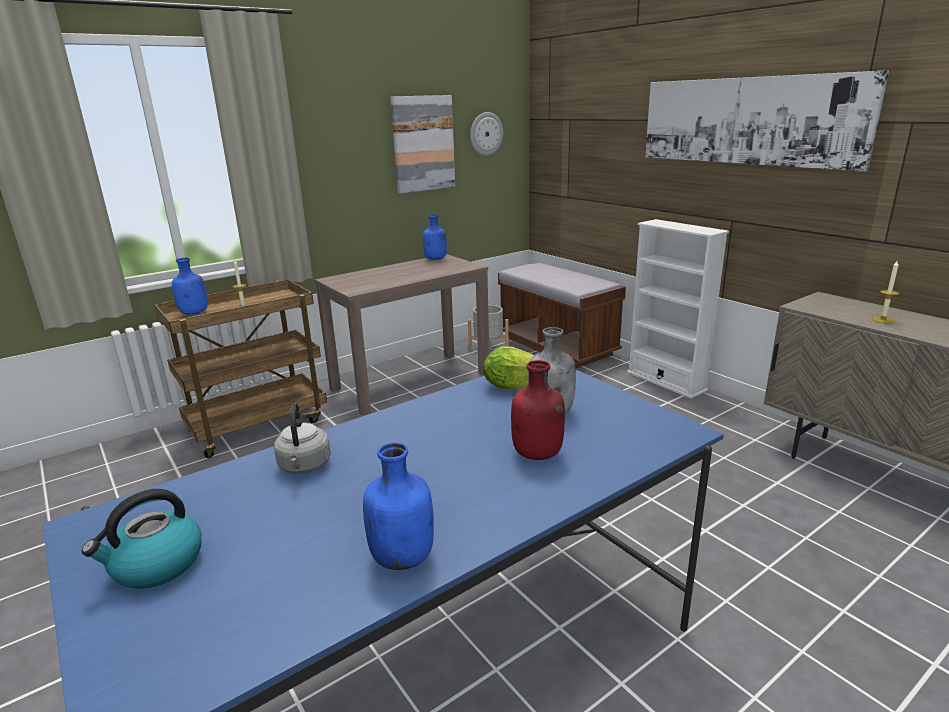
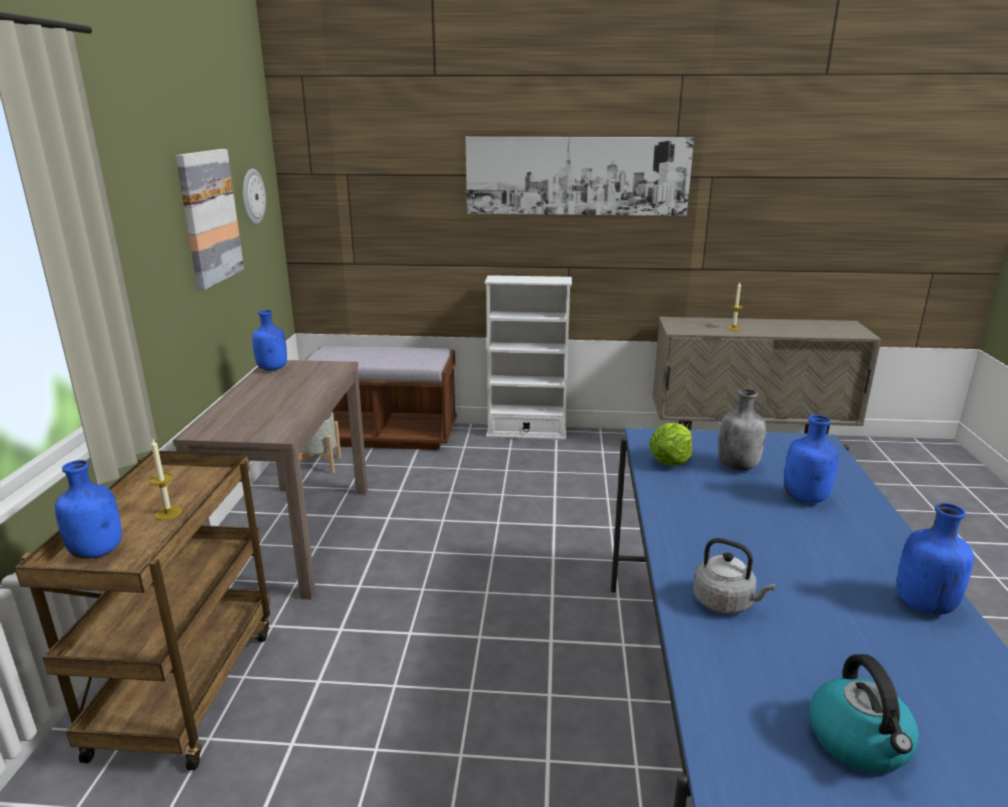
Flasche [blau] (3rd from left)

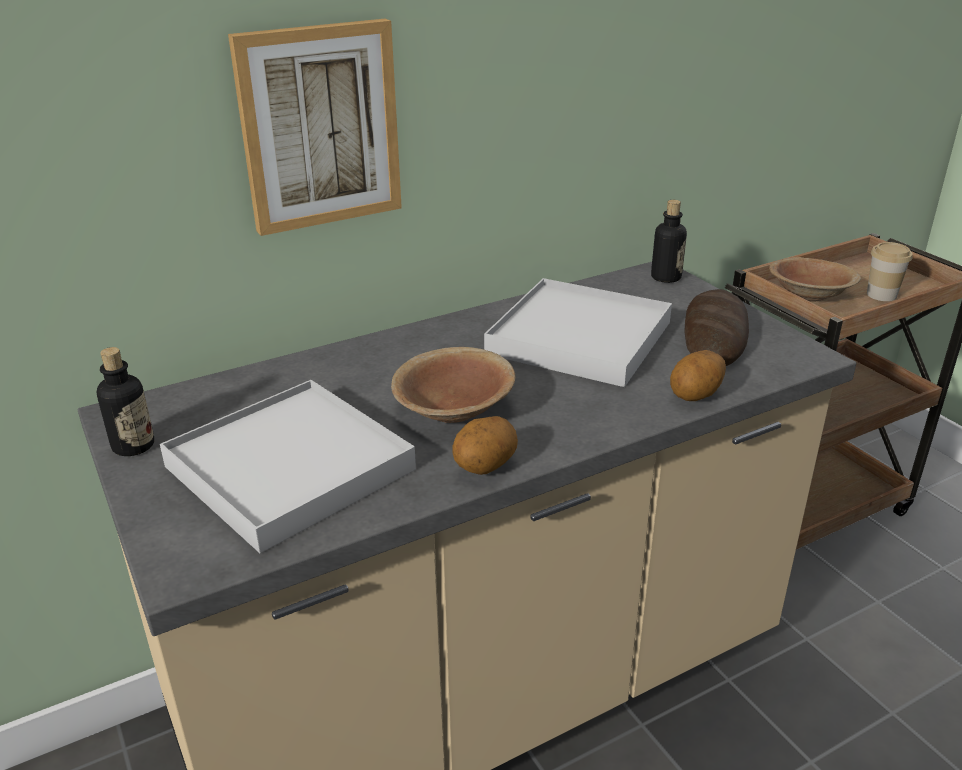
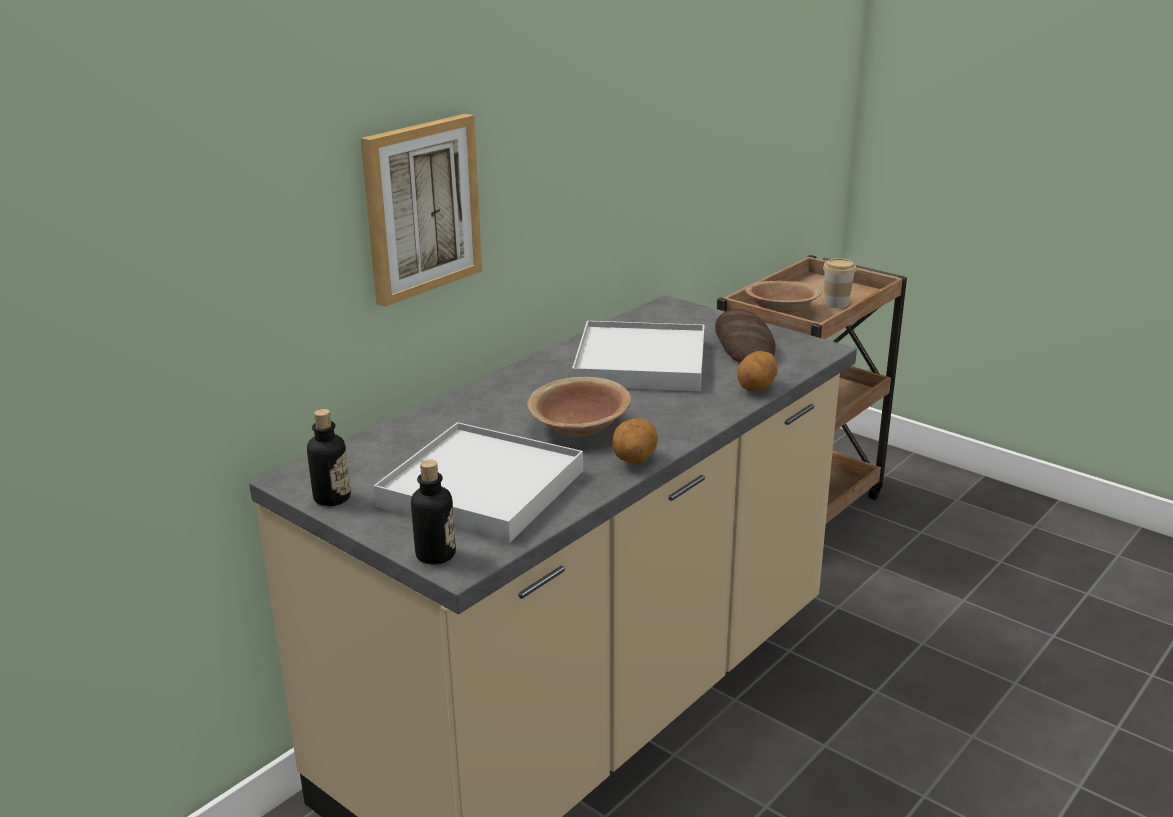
Flasche (2nd from left)

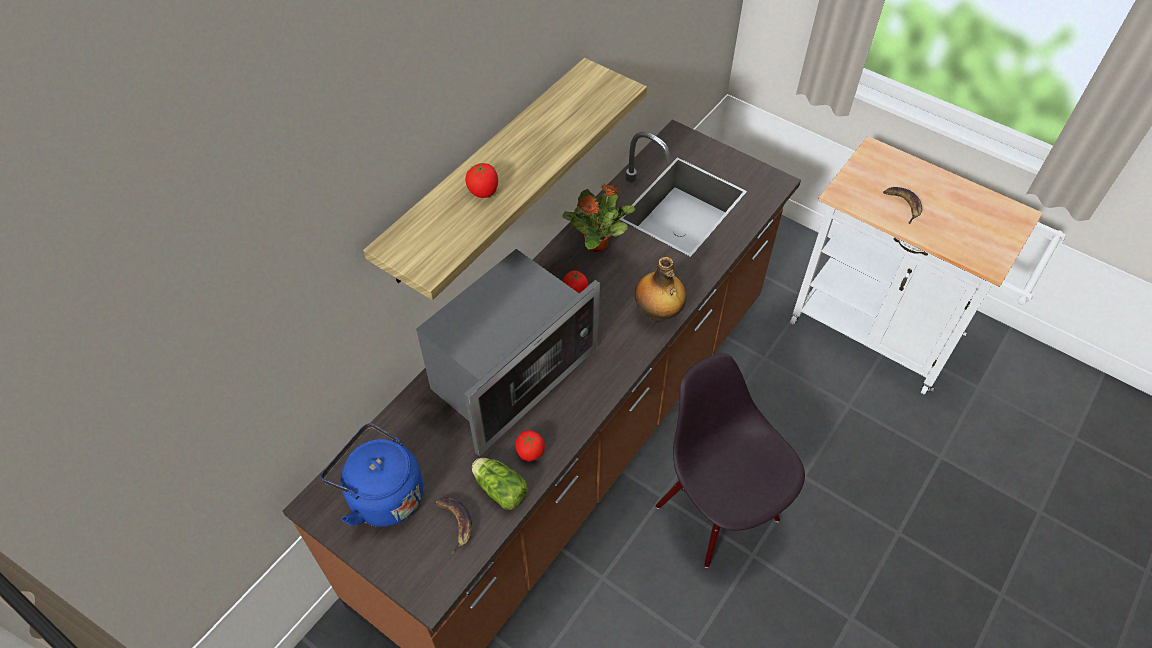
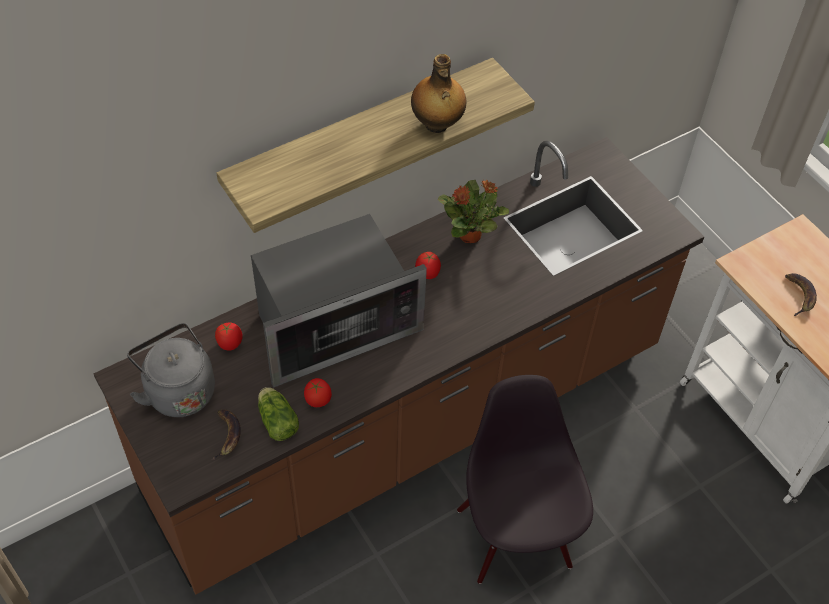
Wasserkessel [grau]
Tomate (1st from left)
Flasche

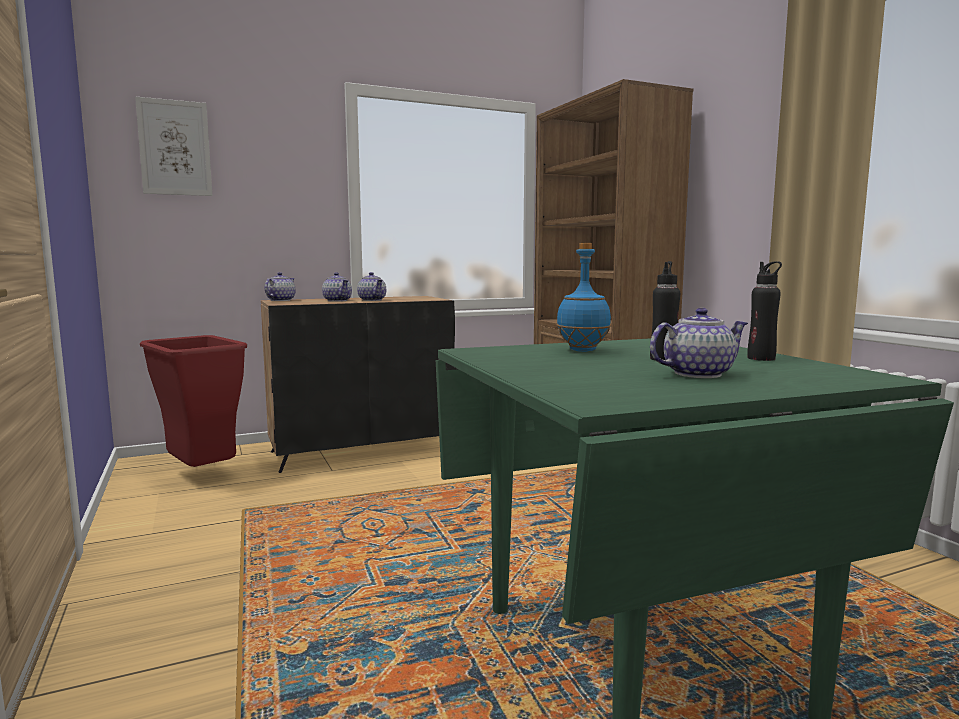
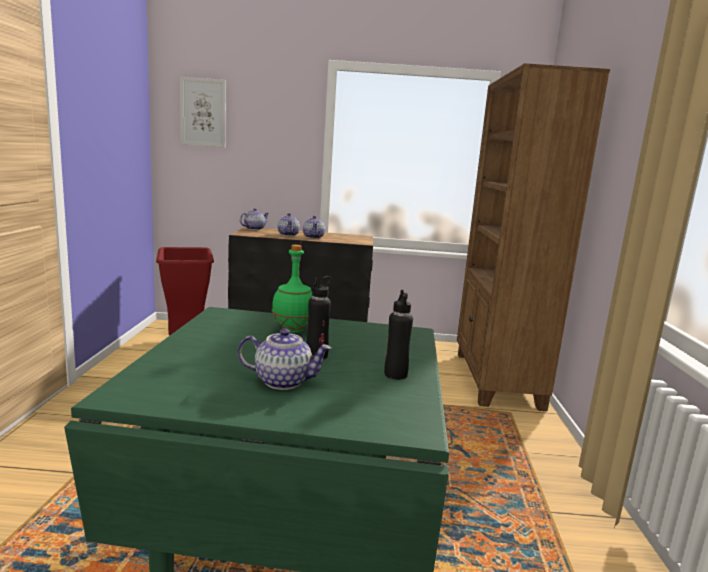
Flasche [grün]

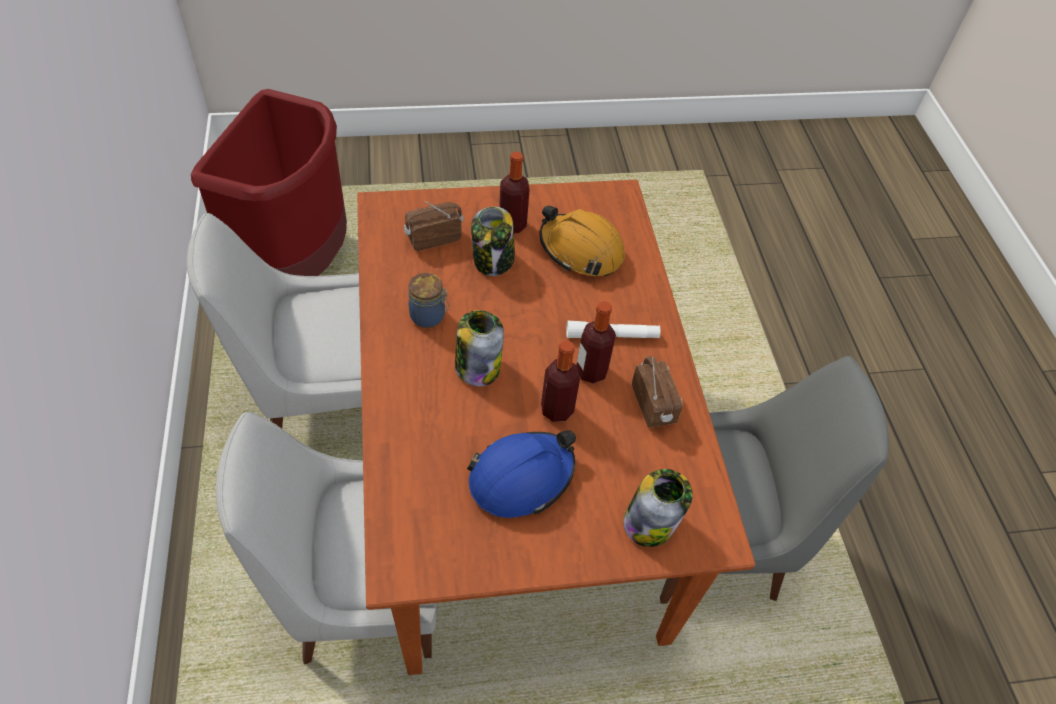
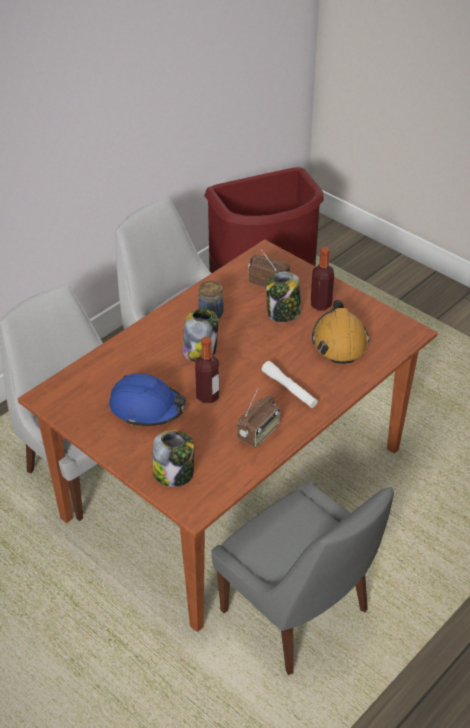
Flasche (3rd from left in the first image)

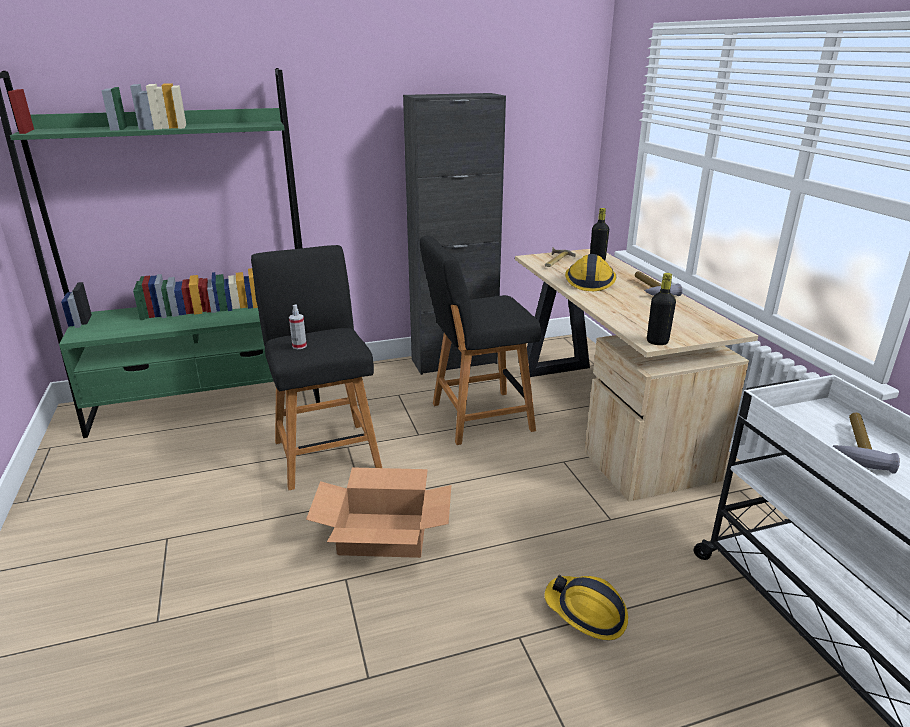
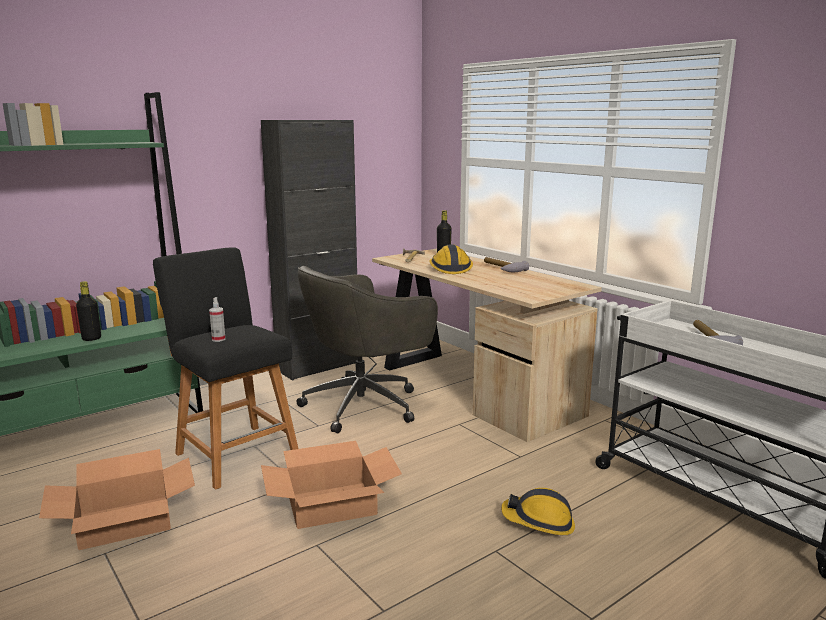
Bürostuhl [grau]
Flasche [schwarz] (1st from left)
Karton (1st from left)

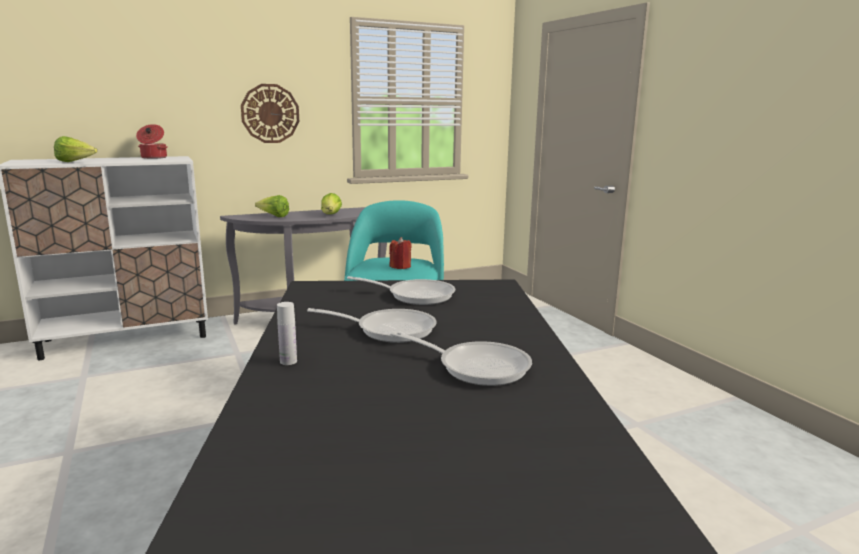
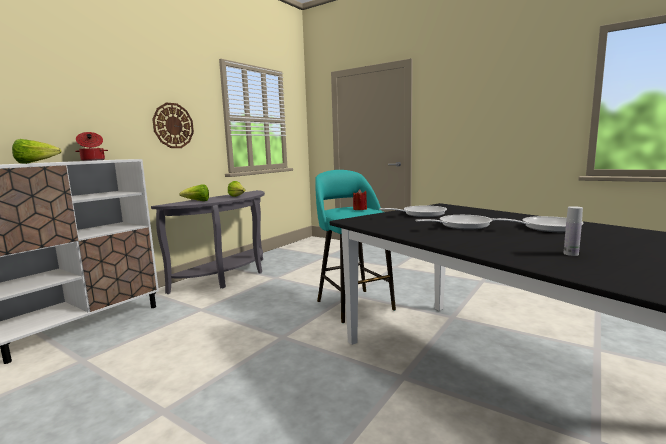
Flasche [weiß]

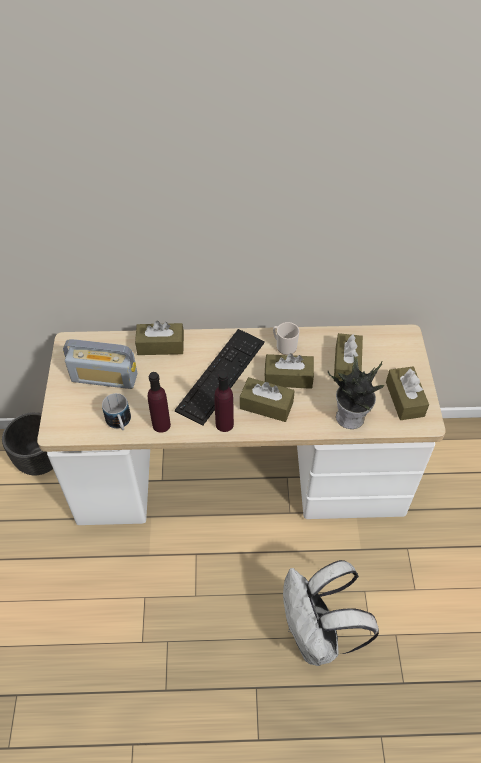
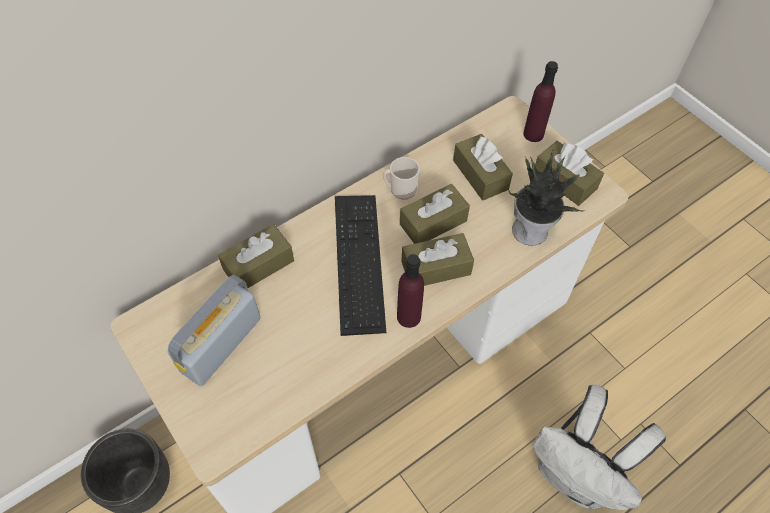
Radio
Henkelbecher (1st from left in the first image)
Flasche [lila] (2nd from left)

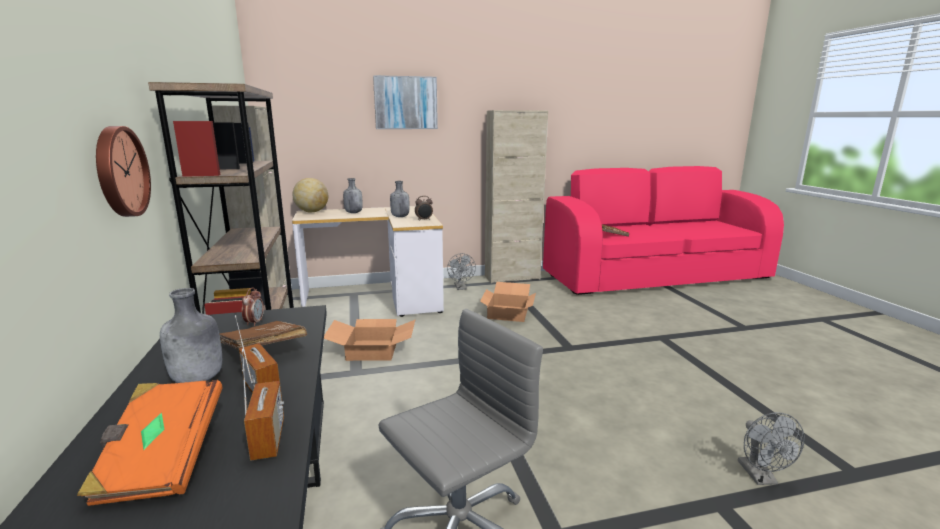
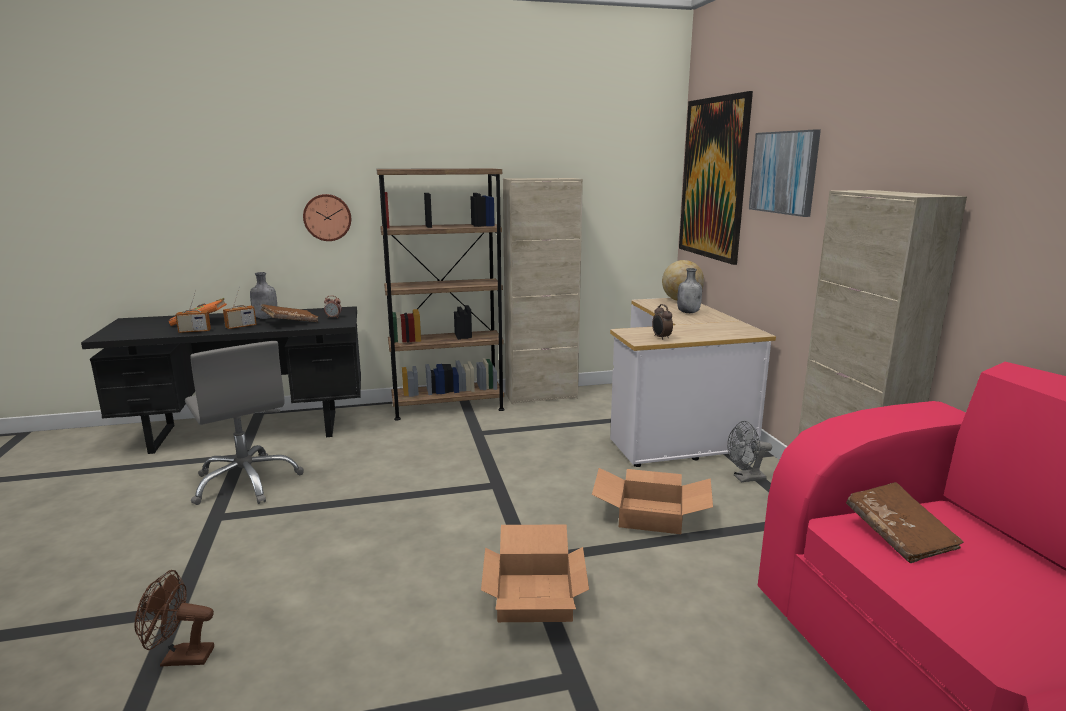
Karton (1st from left)
Flasche [grau] (3rd from left in the first image)
Ventilator [braun]
Bild (1st from left)

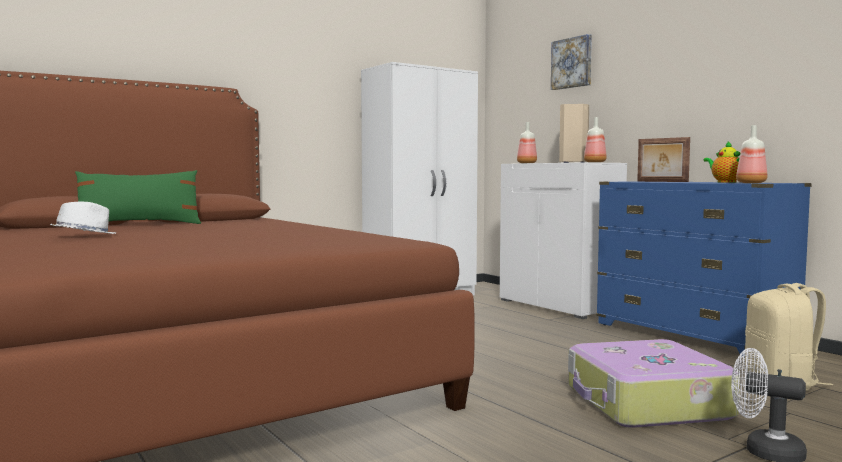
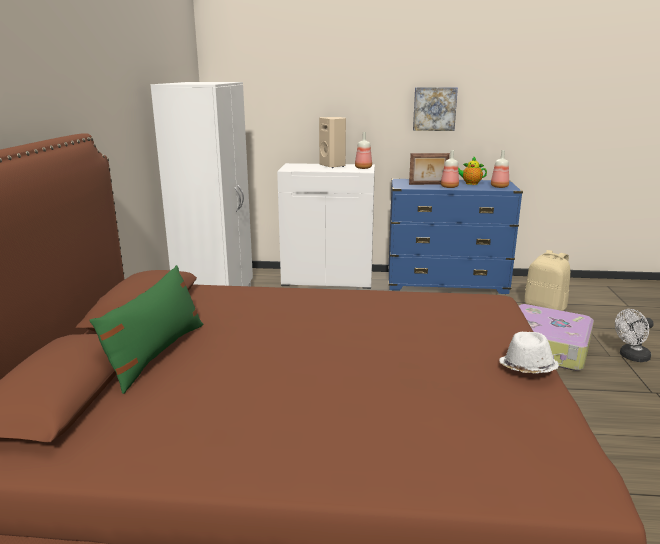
Hut [weiß]
Flasche (2nd from left)
Bild

